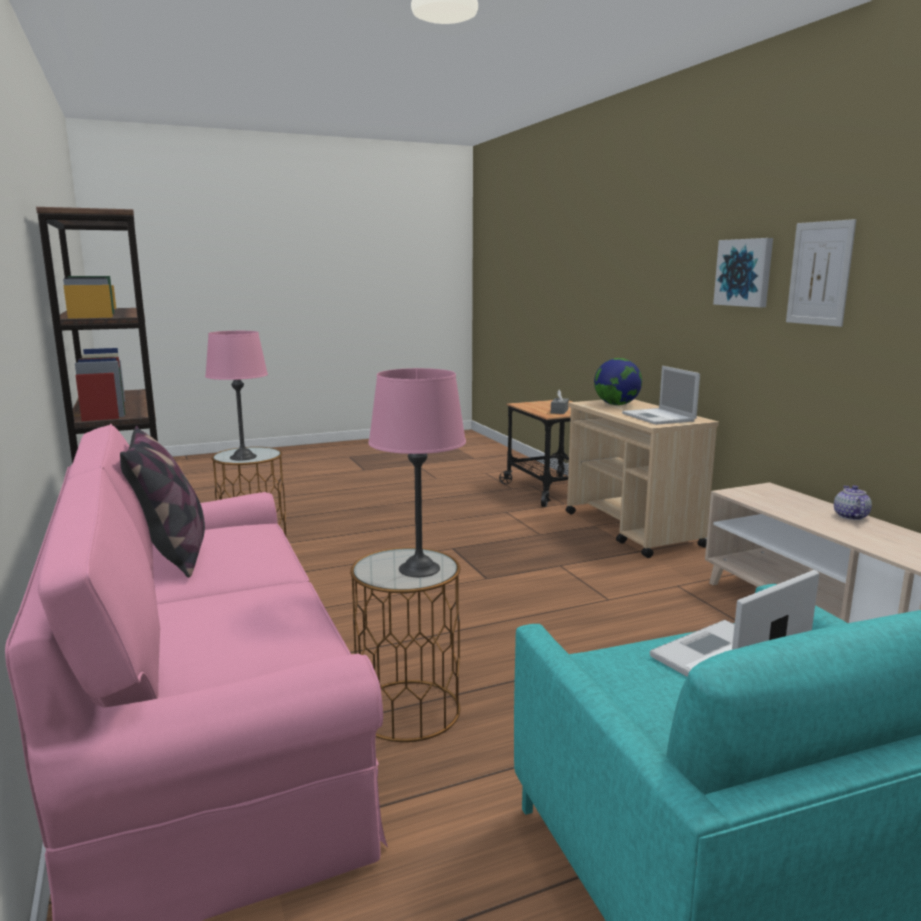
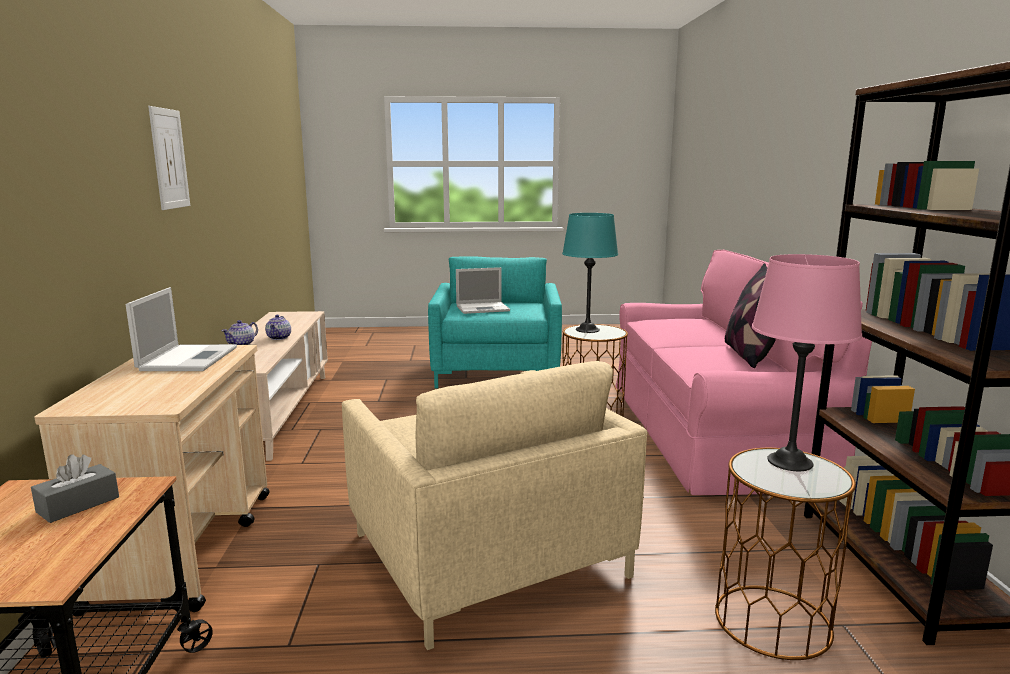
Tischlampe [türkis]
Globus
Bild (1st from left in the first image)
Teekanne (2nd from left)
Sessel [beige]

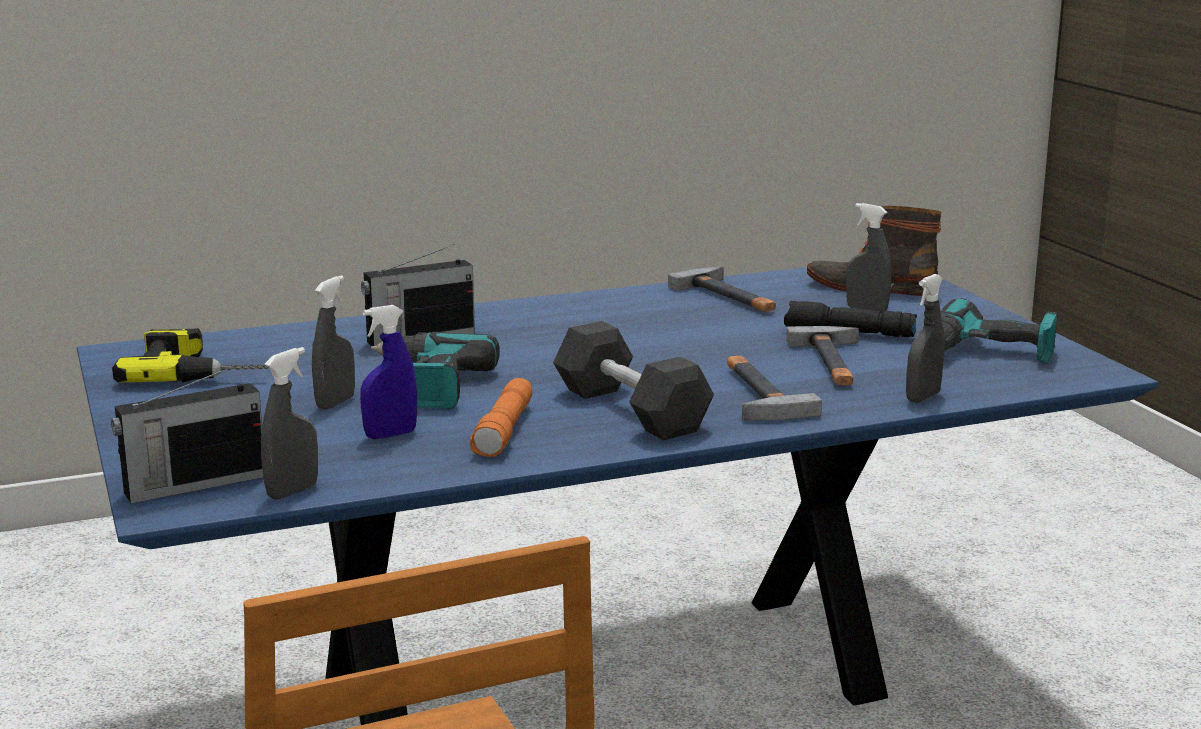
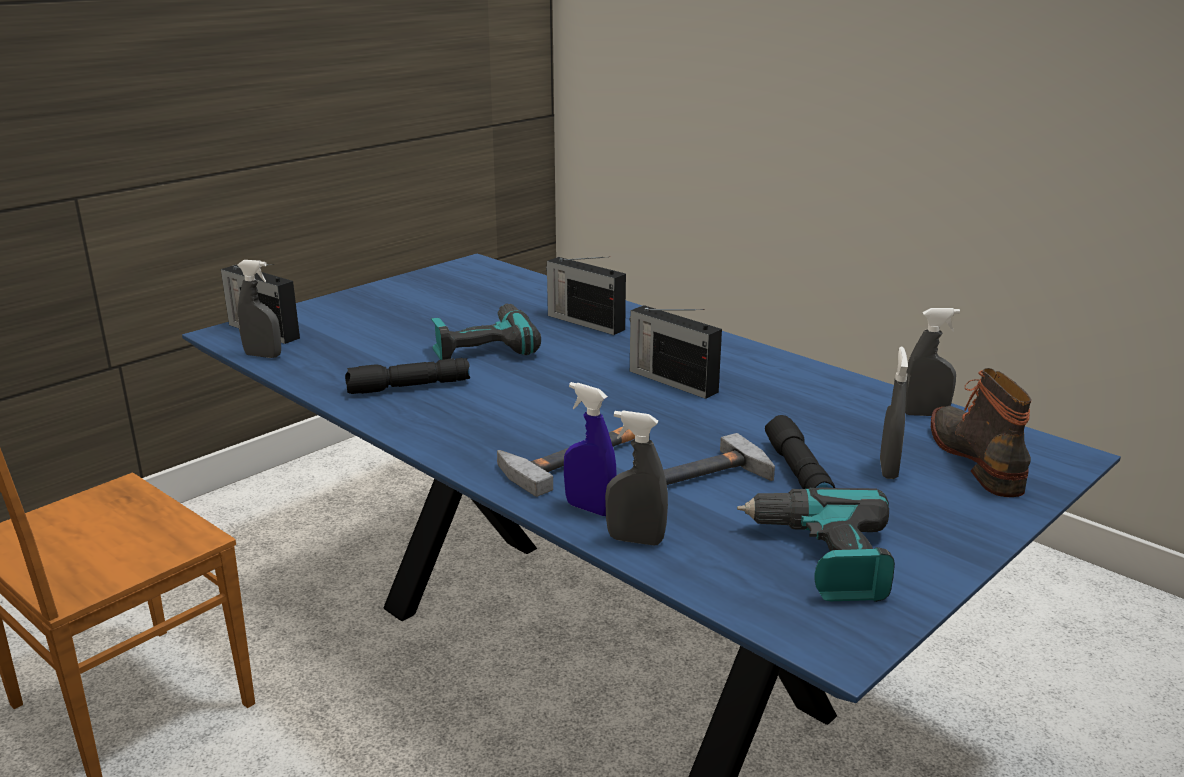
Bohrmaschine (1st from left in the first image)
Sprühflasche [grau] (4th from left)
Sprühflasche [blau]
Taschenlampe [schwarz] (1st from left)
Hantel [grau]
Hammer (1st from left in the first image)
Radio (3rd from left)

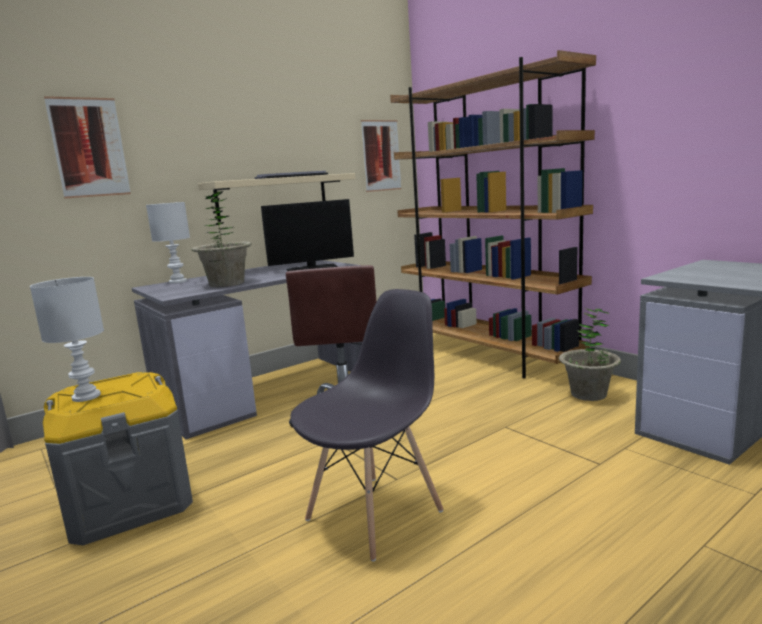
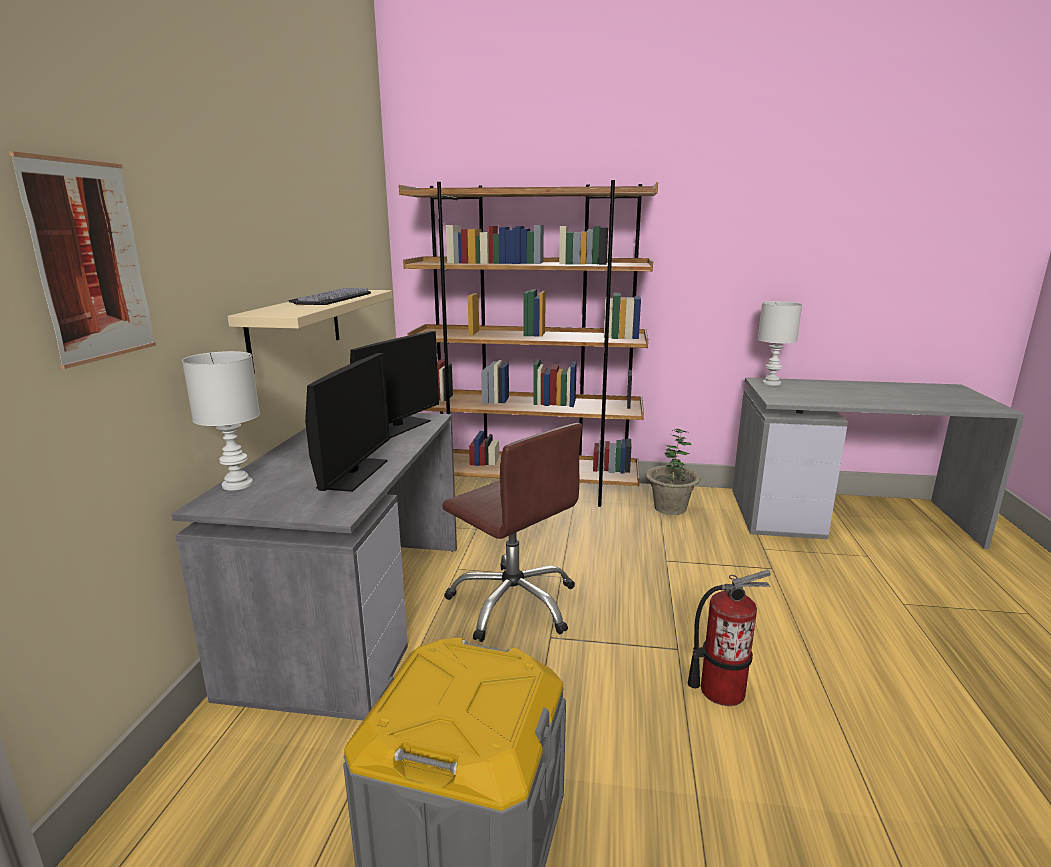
Tischlampe [weiß] (2nd from left)
Monitor (1st from left)
Feuerlöscher
Bild (2nd from left in the first image)

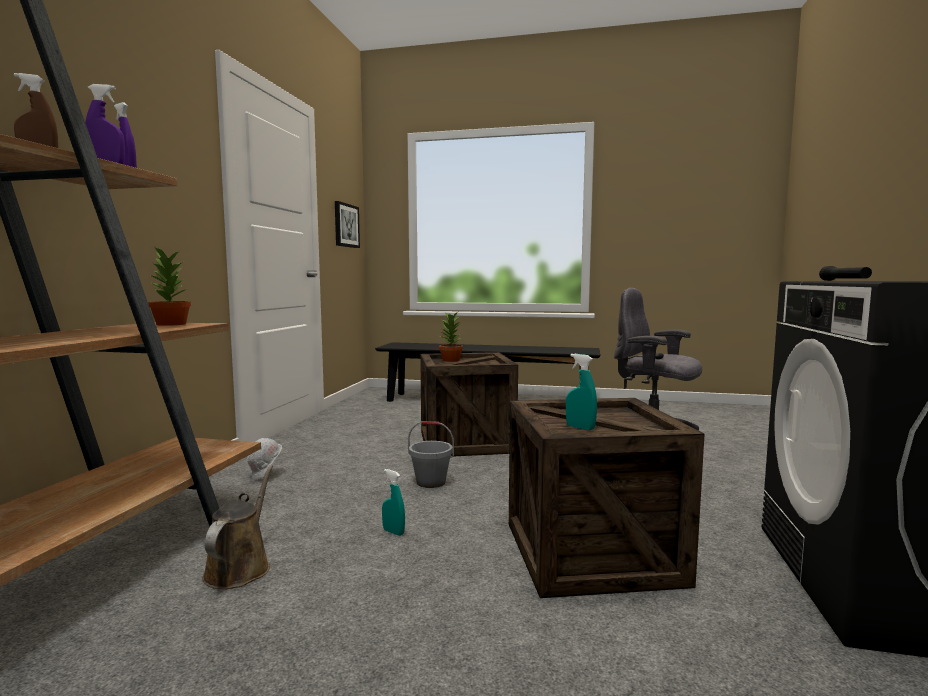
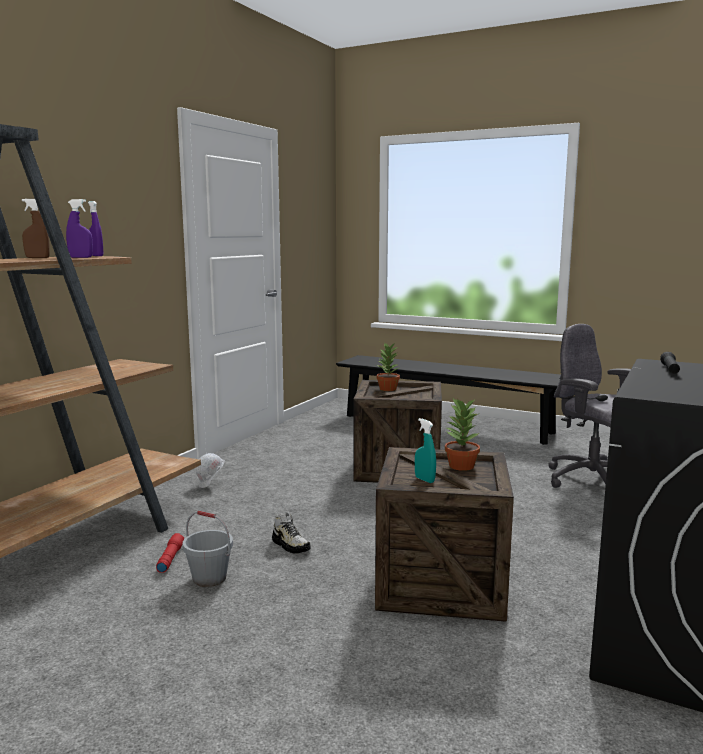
Topfpflanze (2nd from left)
Taschenlampe [rot]
Bild
Schuh
Eimer [grau]

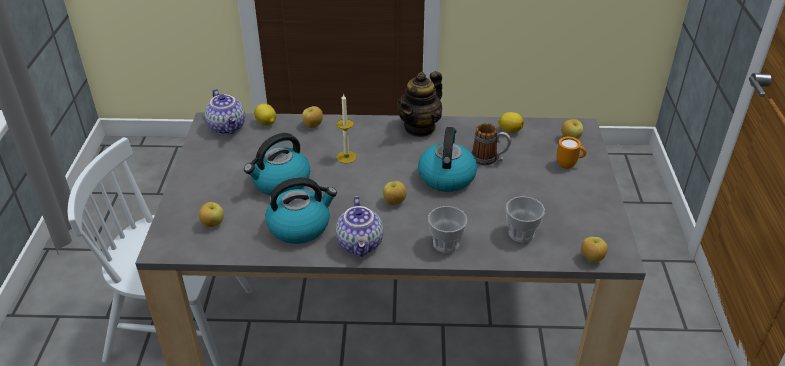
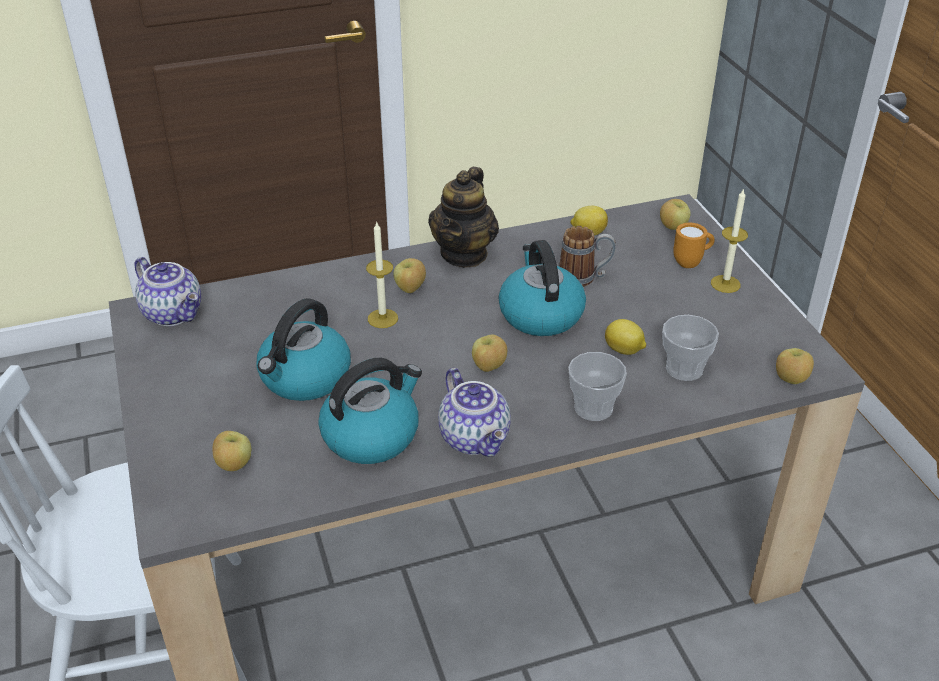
Zitrone (2nd from left)
Apfel (2nd from left)
Kerze (2nd from left)

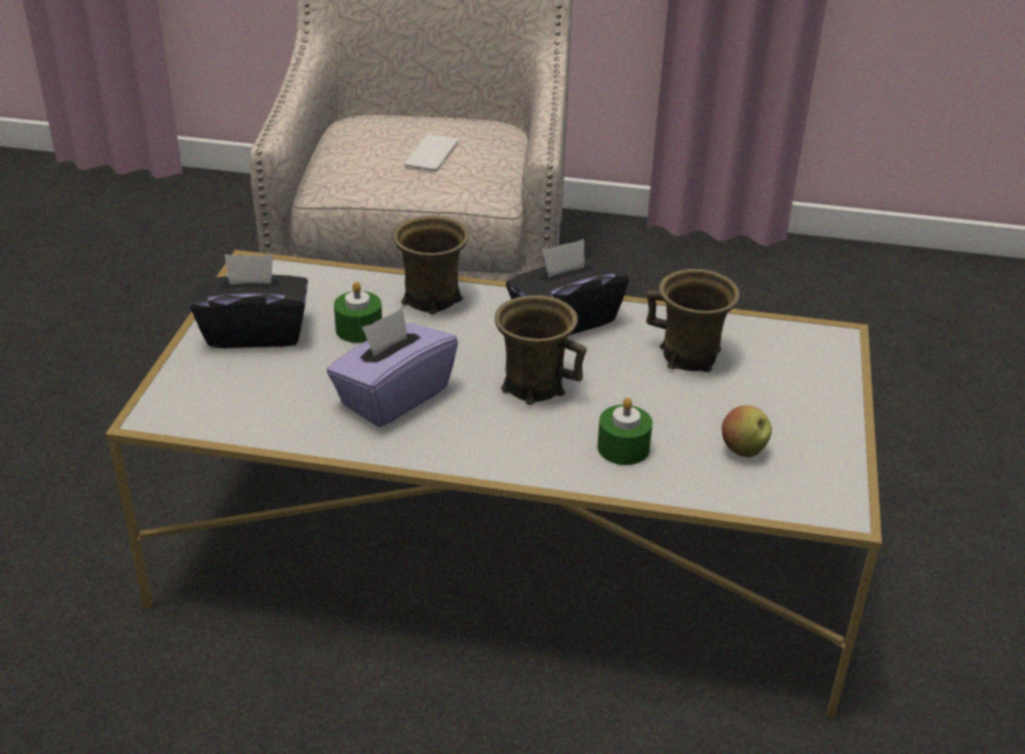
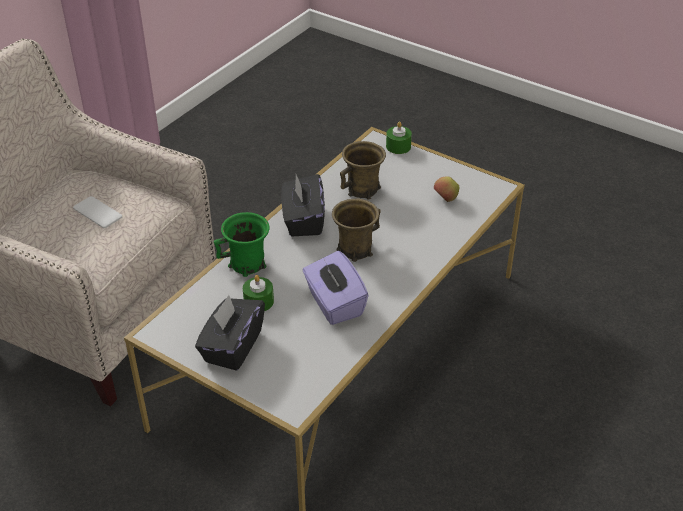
Henkelbecher [grün]
Kerze [grün] (2nd from left)

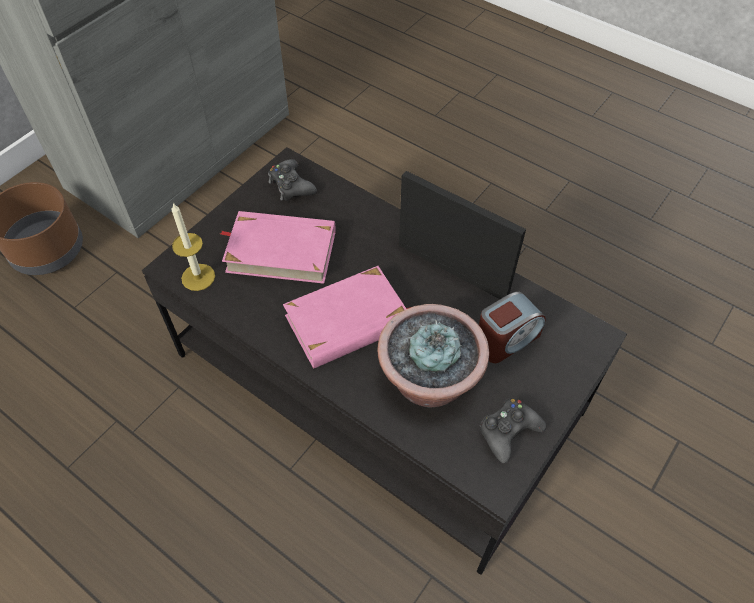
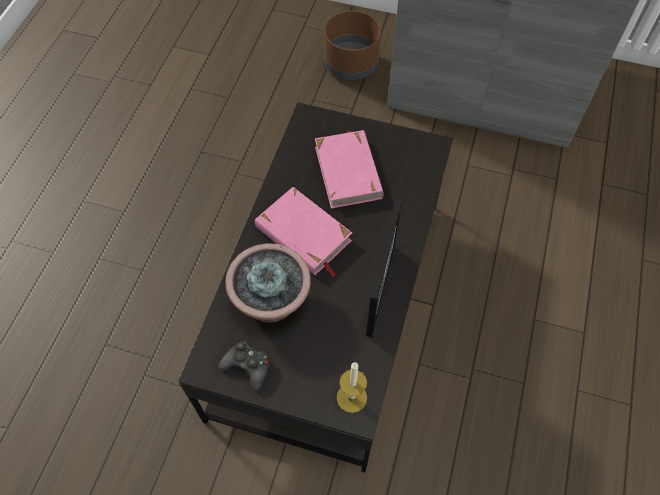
Kerze
Gamepad [schwarz] (1st from left in the first image)
Wecker

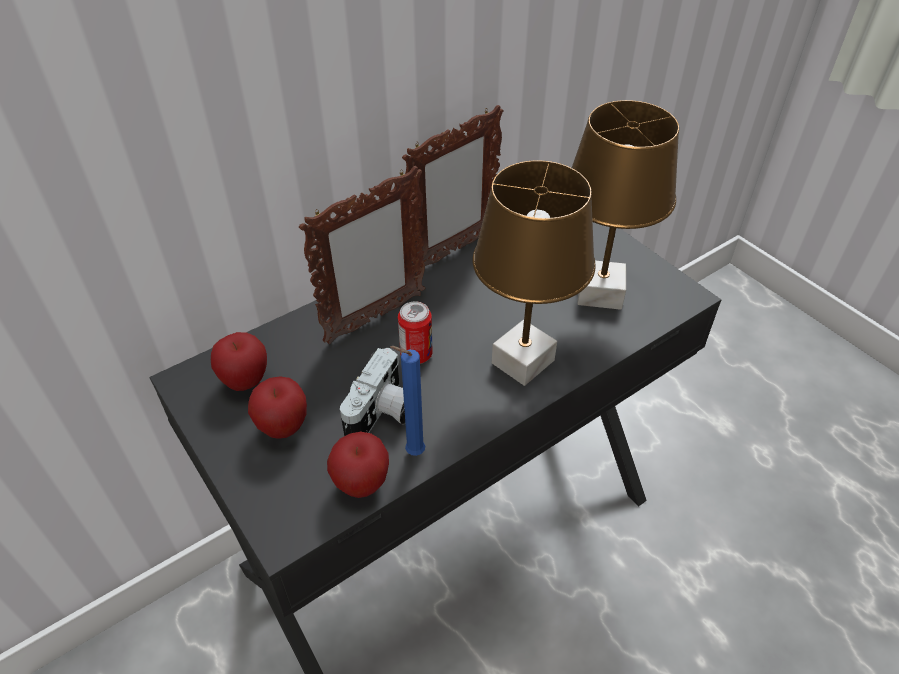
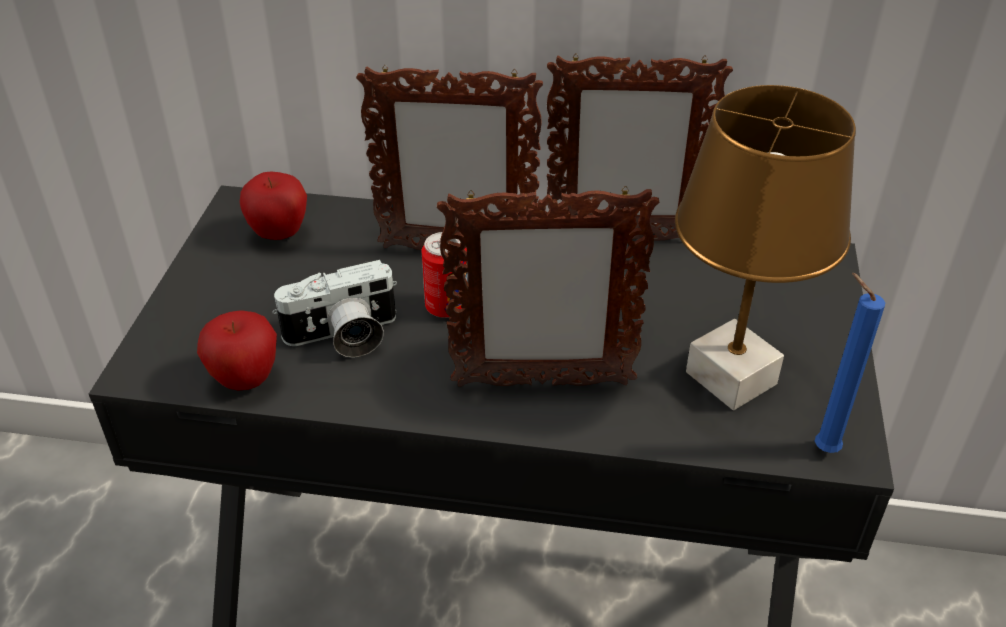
Apfel (2nd from left in the first image)
Kerze [blau]
Bilderrahmen (2nd from left)

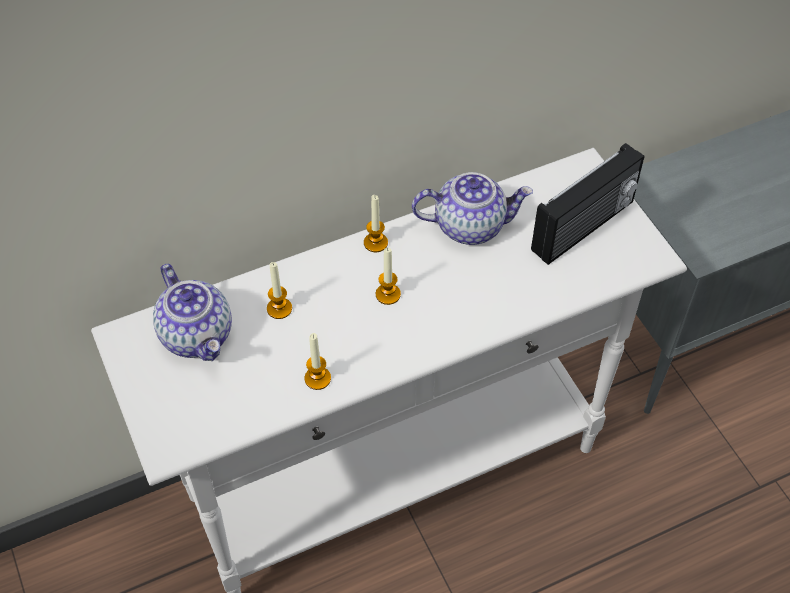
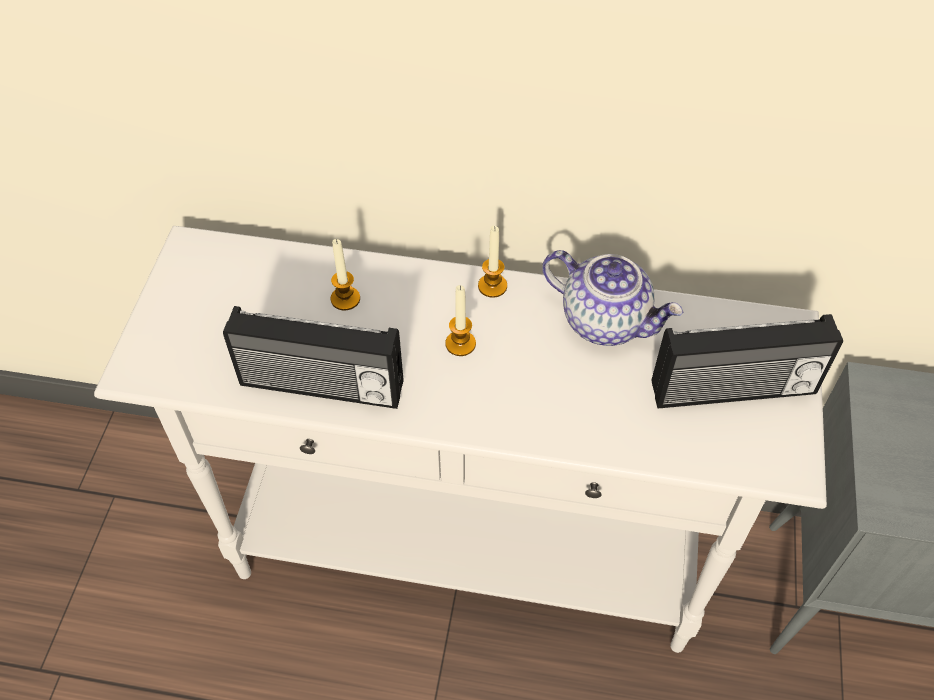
Teekanne (1st from left in the first image)
Radio (1st from left)

